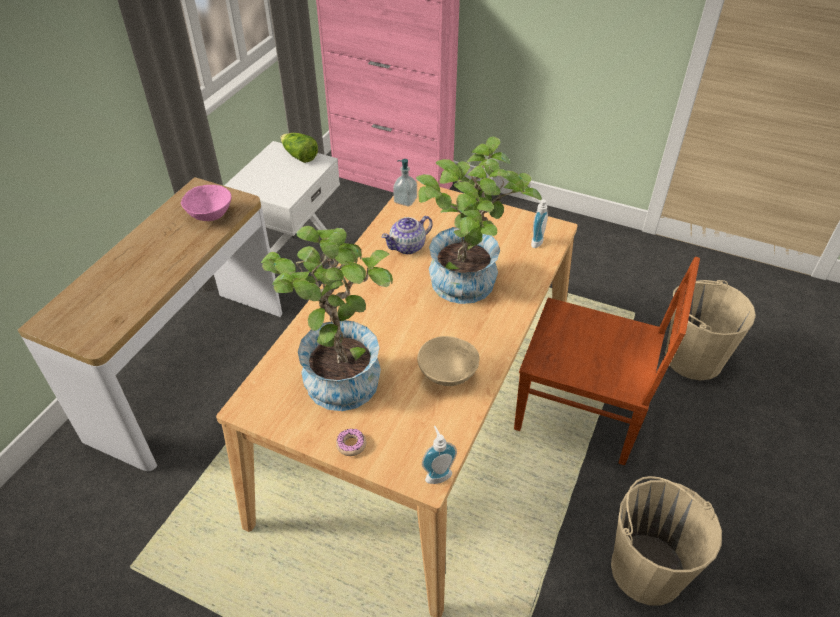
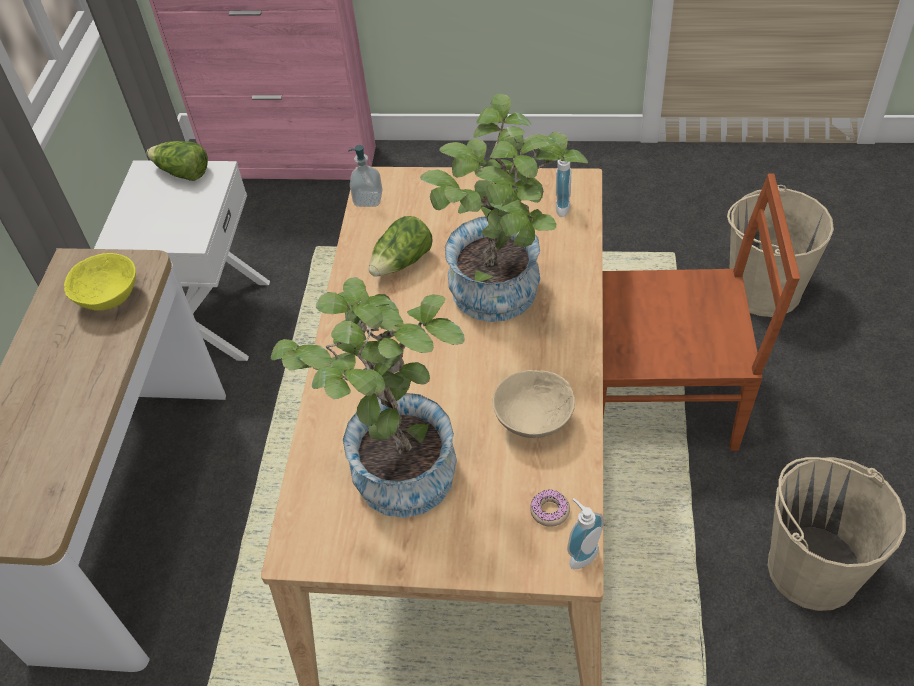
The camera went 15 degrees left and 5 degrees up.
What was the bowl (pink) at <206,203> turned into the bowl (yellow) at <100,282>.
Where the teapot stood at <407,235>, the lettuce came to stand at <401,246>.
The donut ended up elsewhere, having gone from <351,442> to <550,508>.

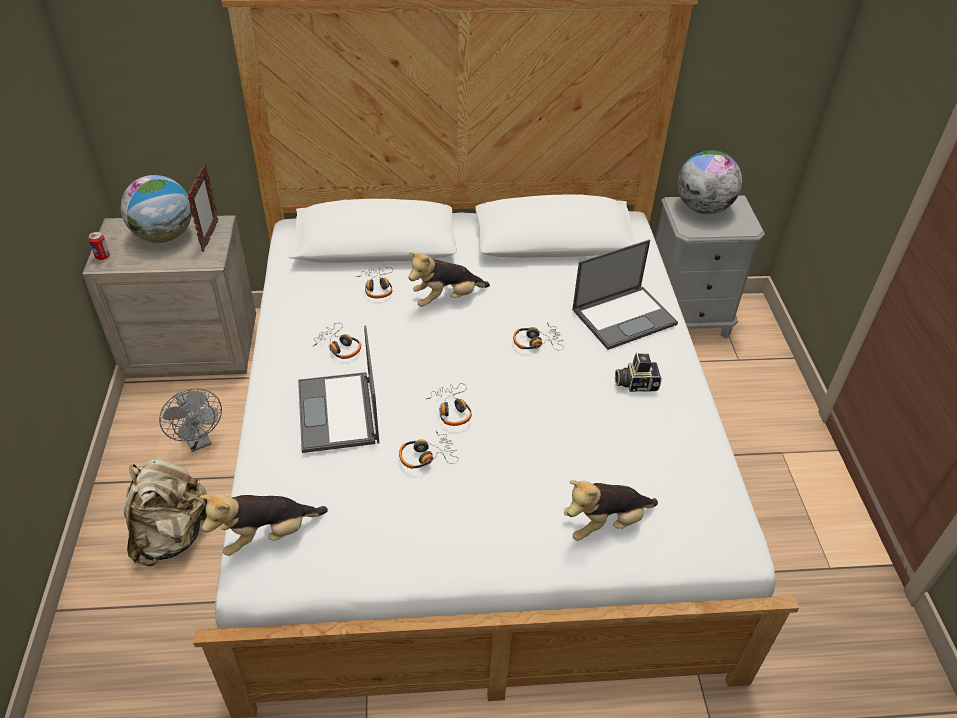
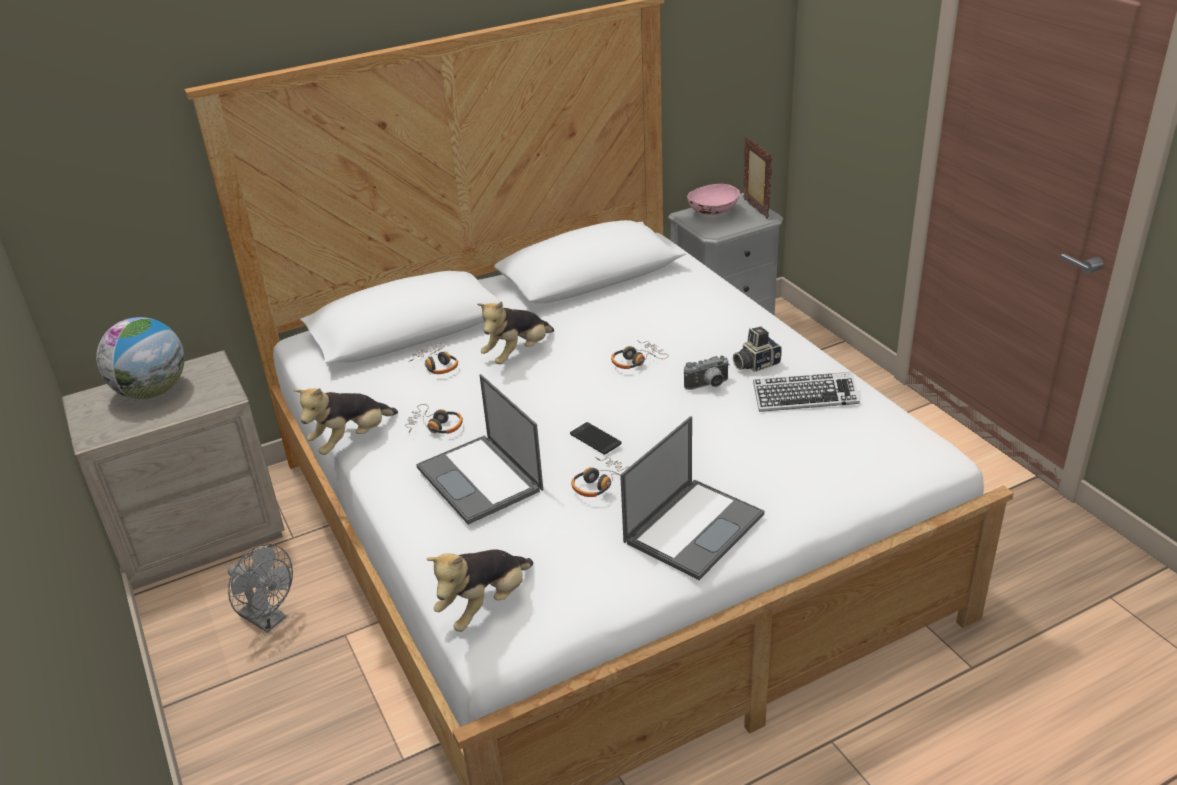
The camera went 20 degrees left and 10 degrees down.
The plush toy ended up elsewhere, having gone from <611,510> to <345,421>.
Where the headphones stood at <449,404>, the phone came to stand at <596,438>.
The laptop ended up elsewhere, having gone from <625,295> to <692,498>.
The second view gained the photo camera at <707,372>.
Where the globe stood at <709,182>, the bowl (pink) came to stand at <713,199>.
The picture frame ended up elsewhere, having gone from <202,207> to <757,177>.
The second view gained the keyboard at <806,392>.
The second view lost the can at <99,246>.
The second view lost the backpack (beige) at <165,512>.

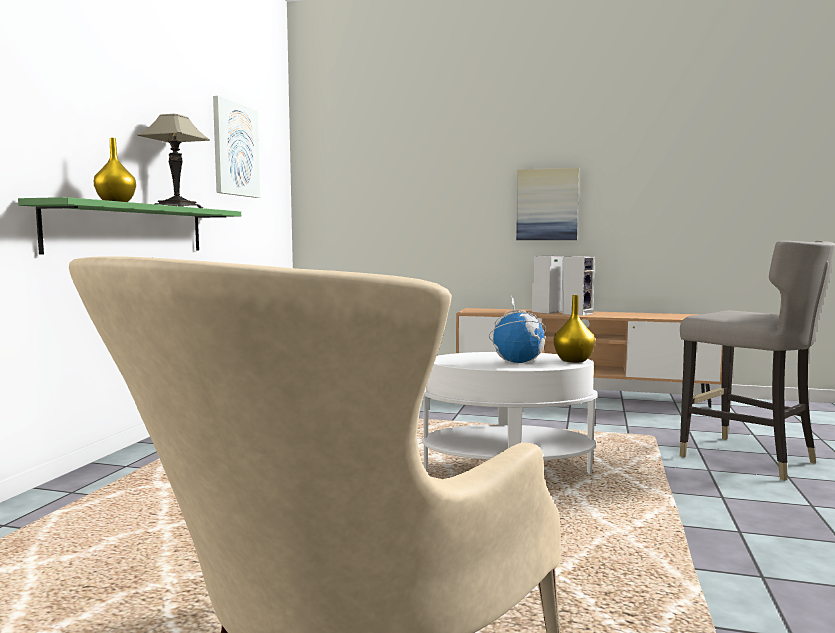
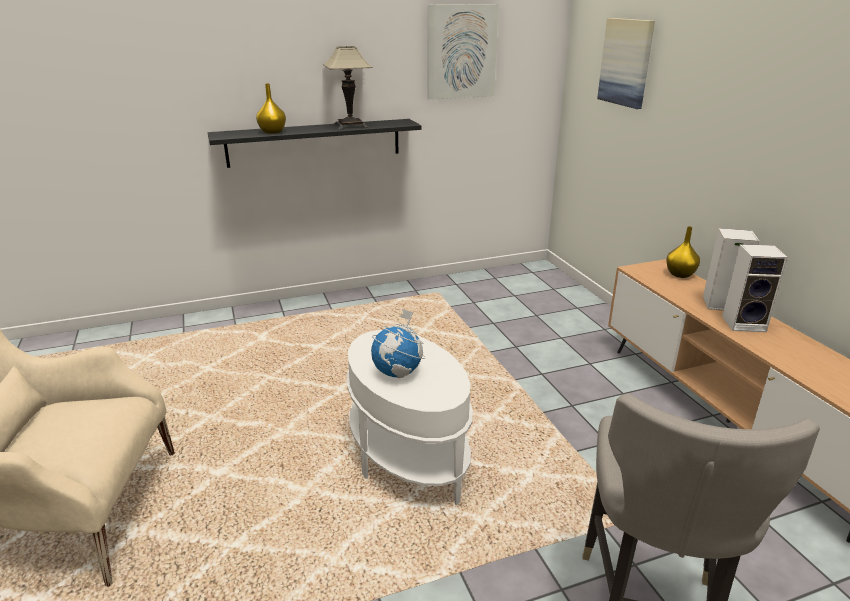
The camera went 55 degrees right and 20 degrees up.
What was the shelf (green) at <129,226> turned into the shelf (black) at <314,143>.
The picture ended up elsewhere, having gone from <547,204> to <626,63>.
The vase (yellow) ended up elsewhere, having gone from <574,329> to <683,252>.

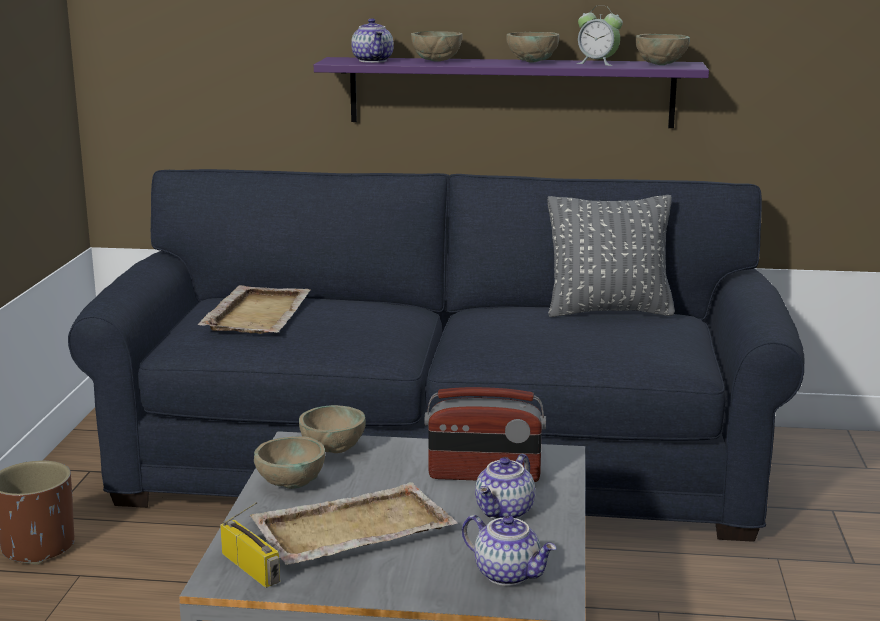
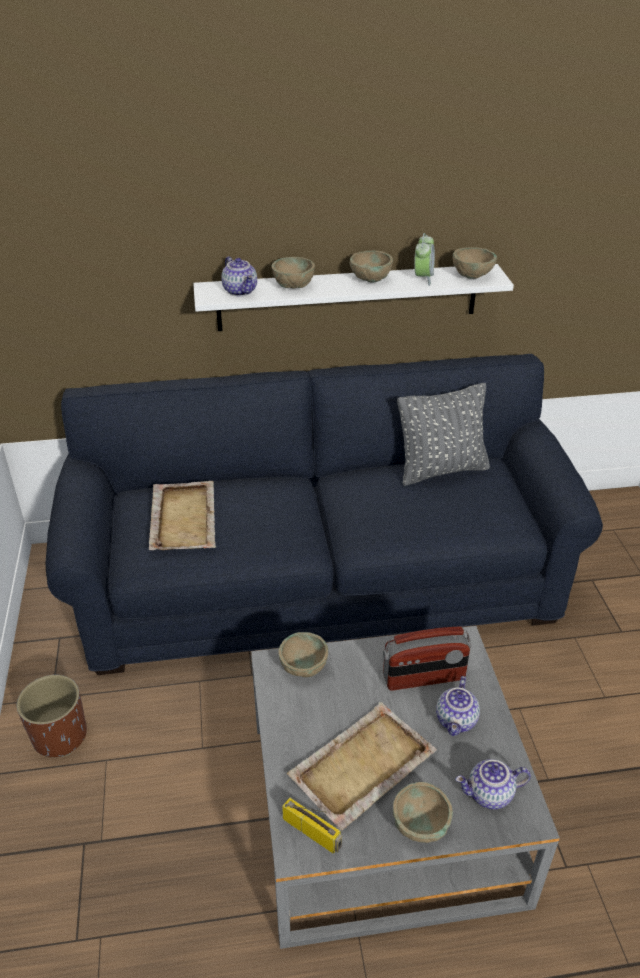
The camera went 15 degrees left and 20 degrees up.
What was the shelf (purple) at <511,92> turned into the shelf (white) at <353,297>.
The bowl (beige) ended up elsewhere, having gone from <289,462> to <423,812>.
The alarm clock at <599,35> ended up facing another way, 90 degrees counterclockwise from before.
The teapot at <509,550> ended up facing another way, 150 degrees clockwise from before.

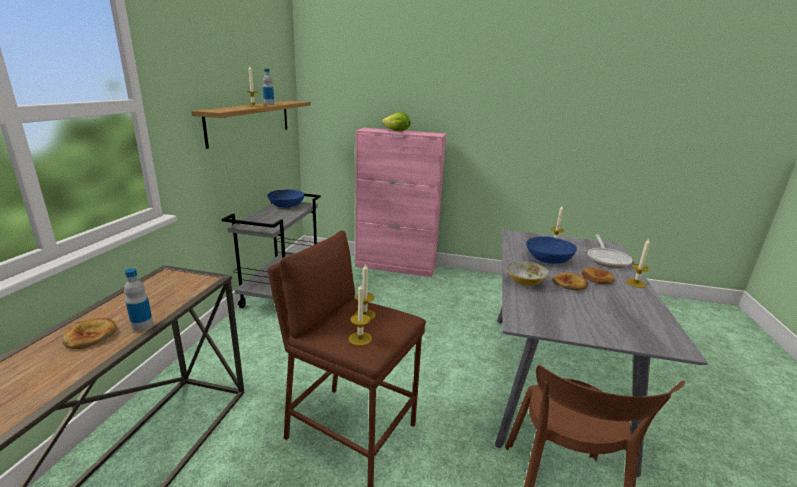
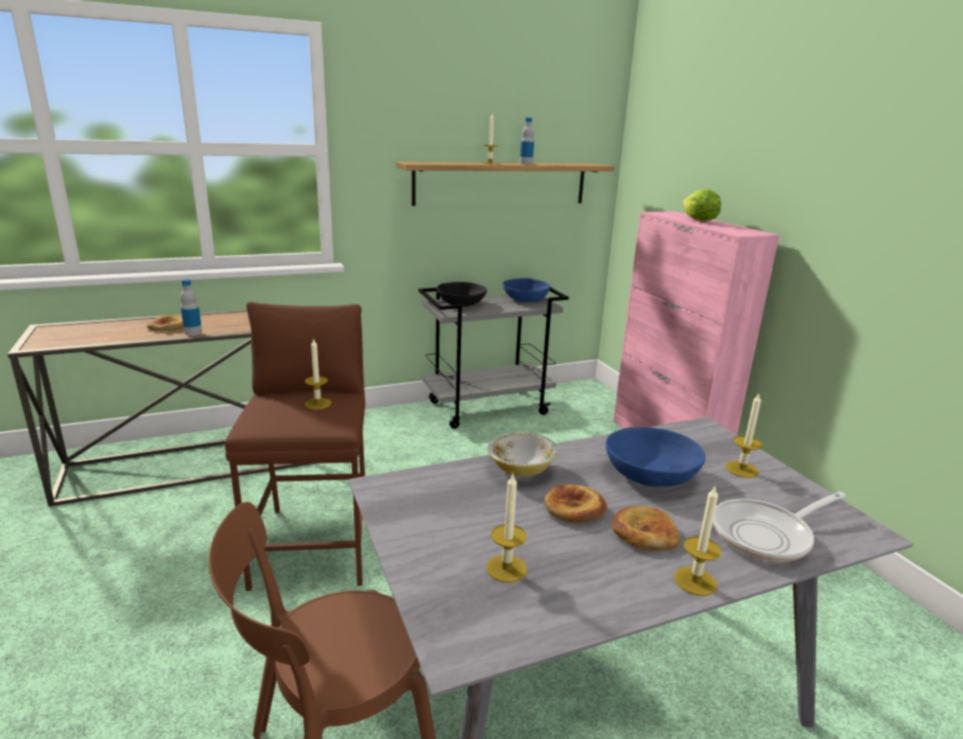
The camera went 55 degrees right and 0 degrees up.
The second view gained the bowl (black) at <462,294>.
The candle ended up elsewhere, having gone from <360,315> to <506,528>.

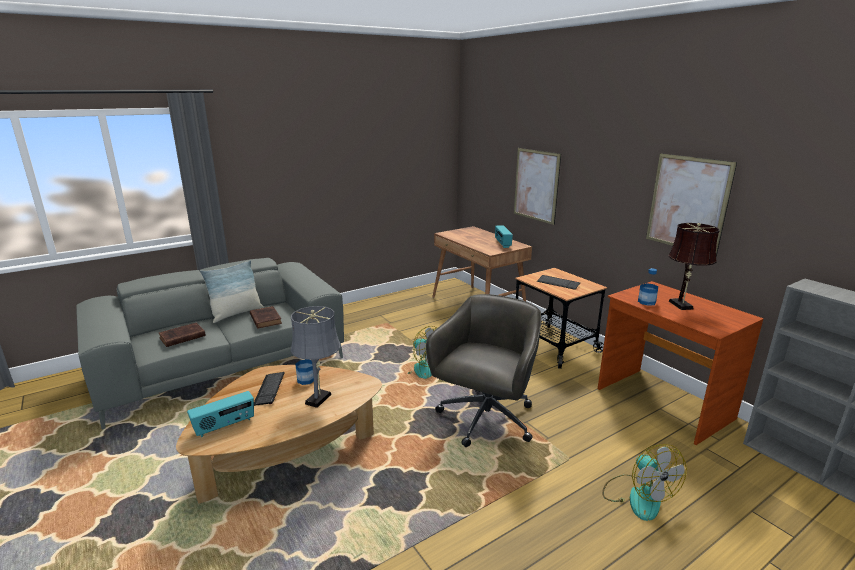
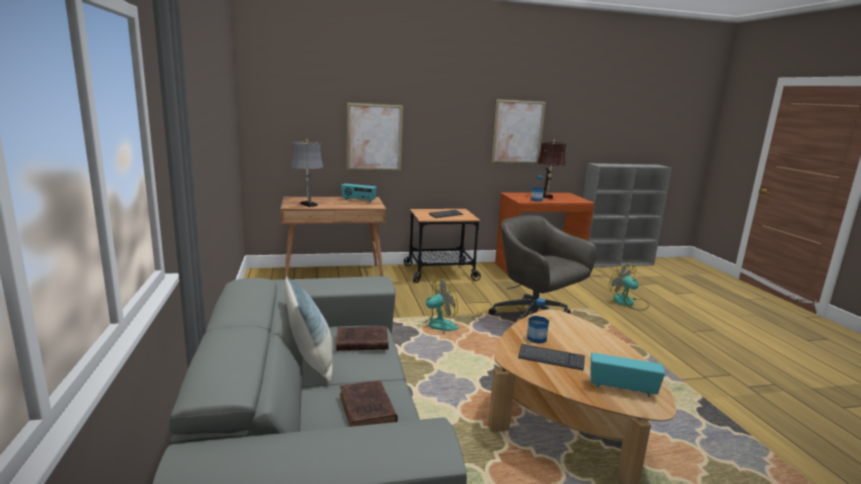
The camera went 70 degrees left and 5 degrees down.
The table lamp (grey) ended up elsewhere, having gone from <315,357> to <307,173>.
The radio at <220,414> ended up facing another way, 60 degrees counterclockwise from before.
The fan at <644,482> ended up facing another way, 135 degrees counterclockwise from before.

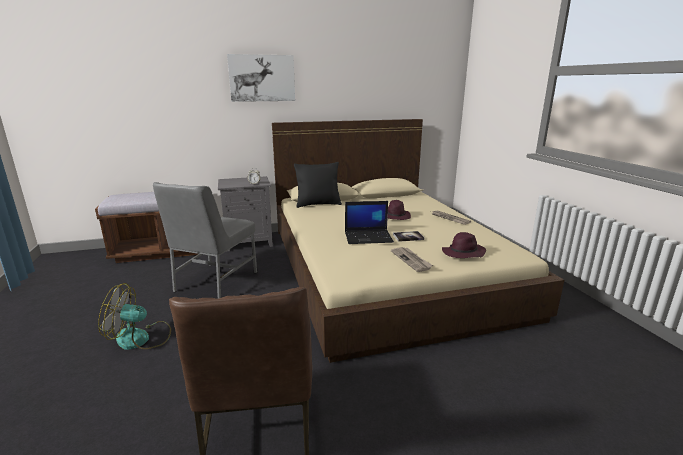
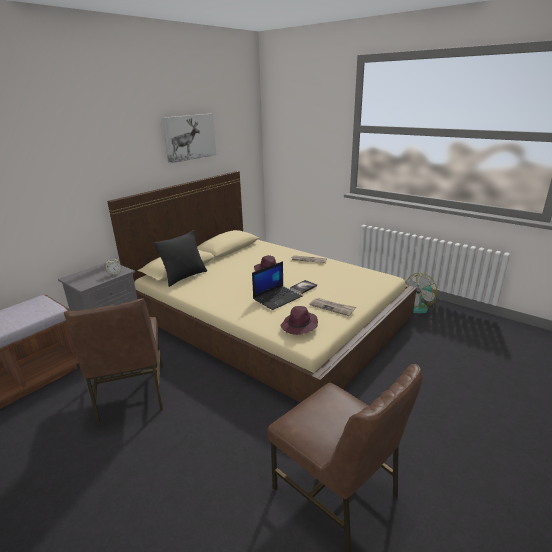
The camera went 35 degrees left and 5 degrees up.
What was the chair (grey) at <205,240> turned into the chair (brown) at <113,361>.
The picture ended up elsewhere, having gone from <261,78> to <189,138>.
The hat (purple) ended up elsewhere, having gone from <464,245> to <299,320>.
The fan ended up elsewhere, having gone from <134,316> to <421,293>.

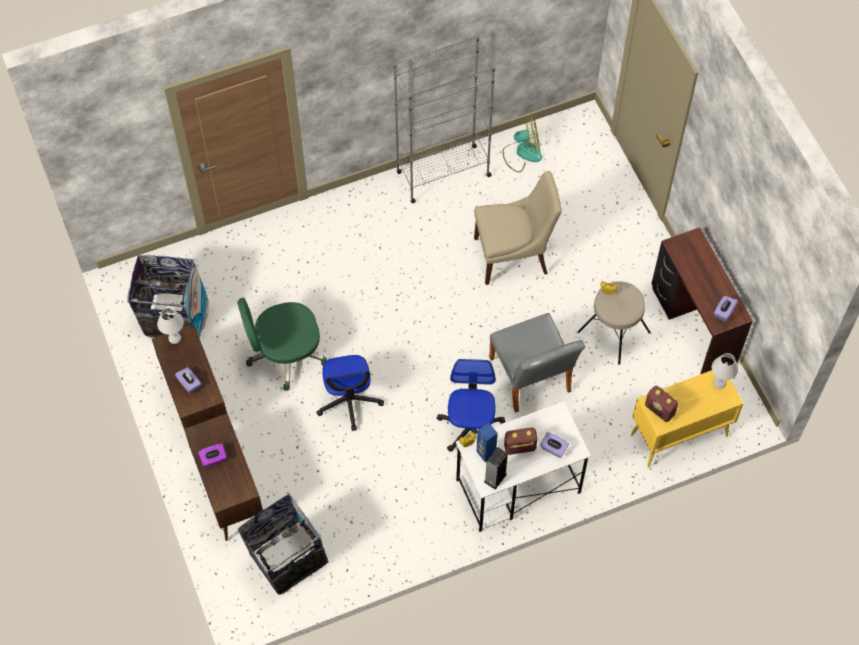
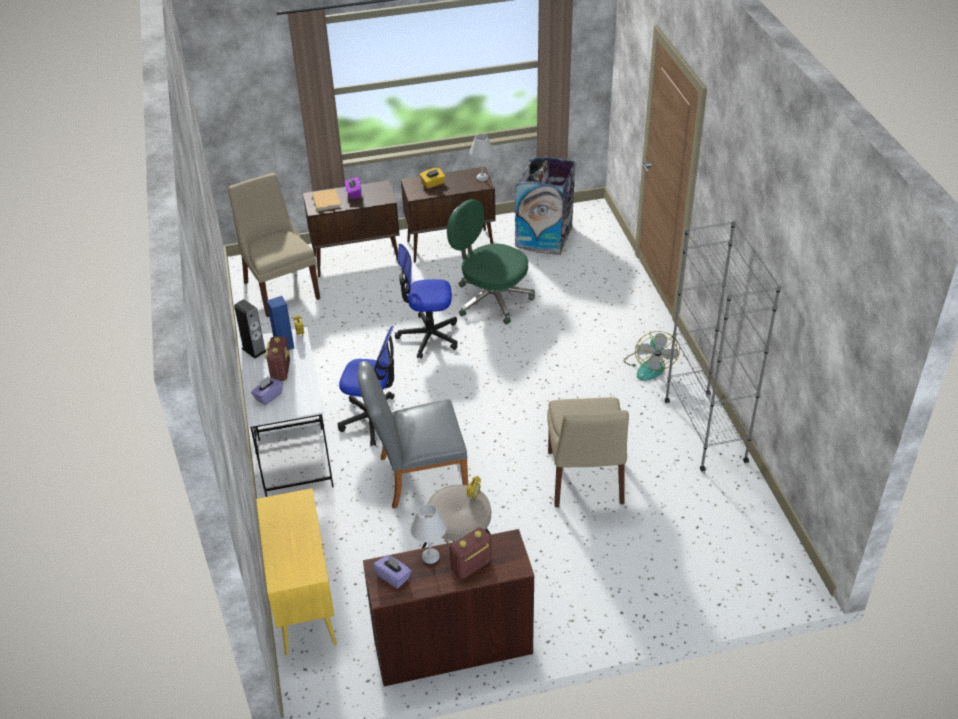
The camera went 100 degrees right and 20 degrees down.
Where the trash can stood at <283,544>, the chair (beige) came to stand at <274,245>.
The second view gained the book (beige) at <326,200>.
The table lamp (white) ended up elsewhere, having gone from <725,371> to <428,534>.
What was the tissue box (purple) at <188,380> turned into the tissue box (yellow) at <432,178>.
The office chair (green) at <282,344> ended up facing another way, 45 degrees counterclockwise from before.
The radio ended up elsewhere, having gone from <661,404> to <471,553>.
The fan ended up elsewhere, having gone from <522,143> to <652,356>.

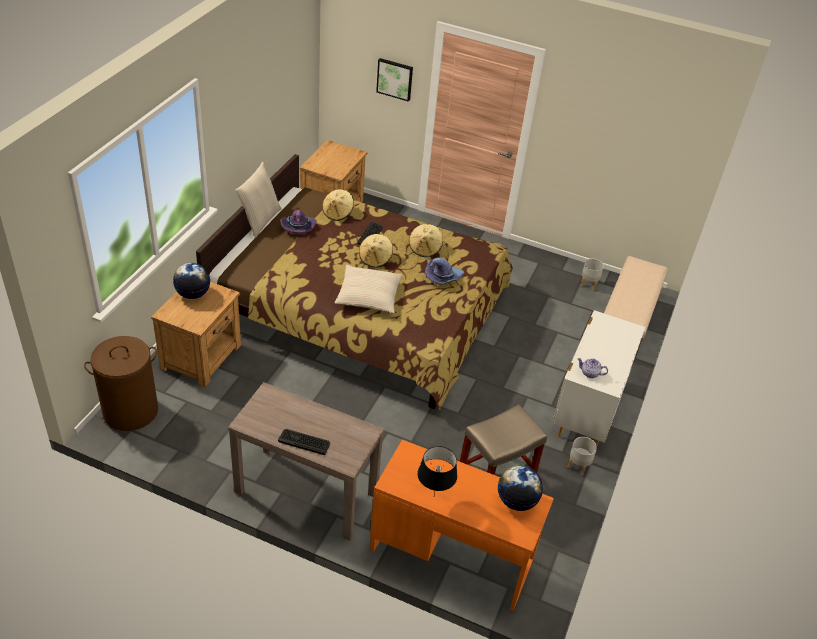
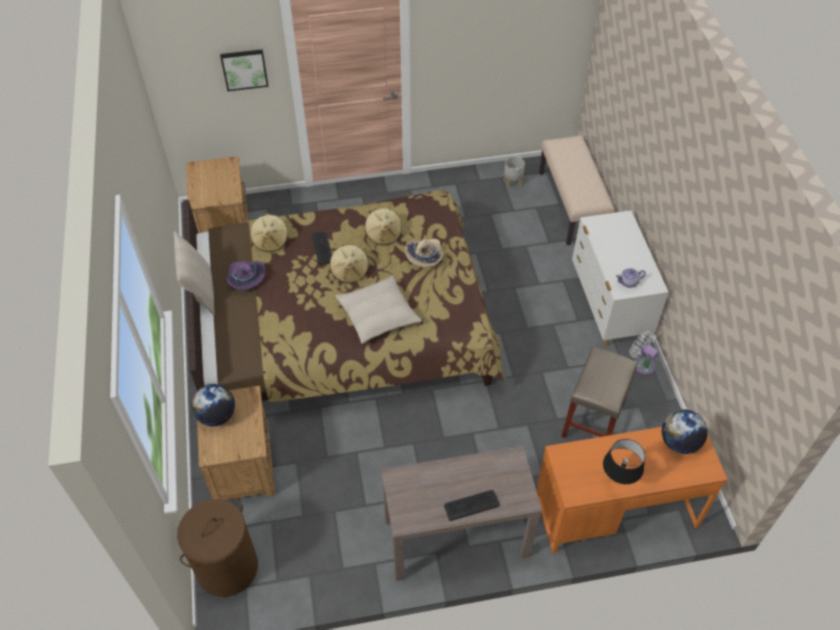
The camera went 30 degrees left and 10 degrees up.
What was the hat (purple) at <444,271> turned into the hat (beige) at <424,253>.
Where the planter (grey) stood at <582,456>, the fan (white) came to stand at <644,354>.

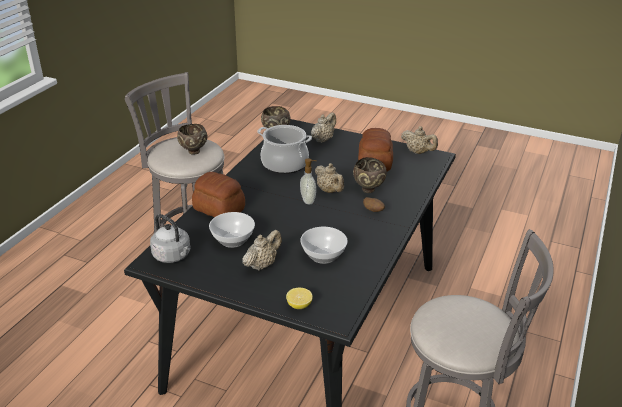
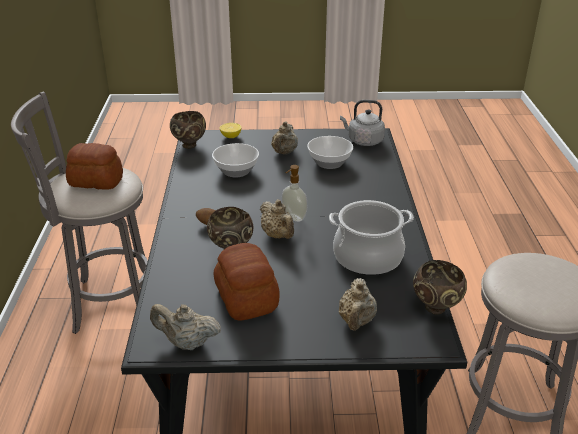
The camera went 155 degrees right and 0 degrees up.
The bread ended up elsewhere, having gone from <218,195> to <94,166>.
The bowl (brown) ended up elsewhere, having gone from <192,139> to <188,130>.
The teapot (beige) at <329,178> ended up facing another way, 150 degrees counterclockwise from before.

